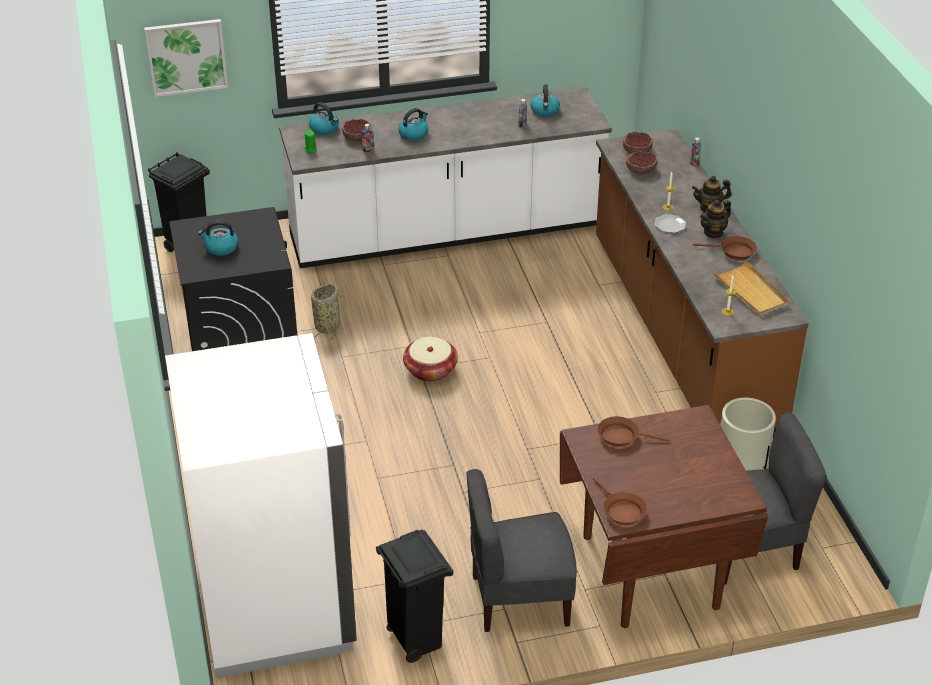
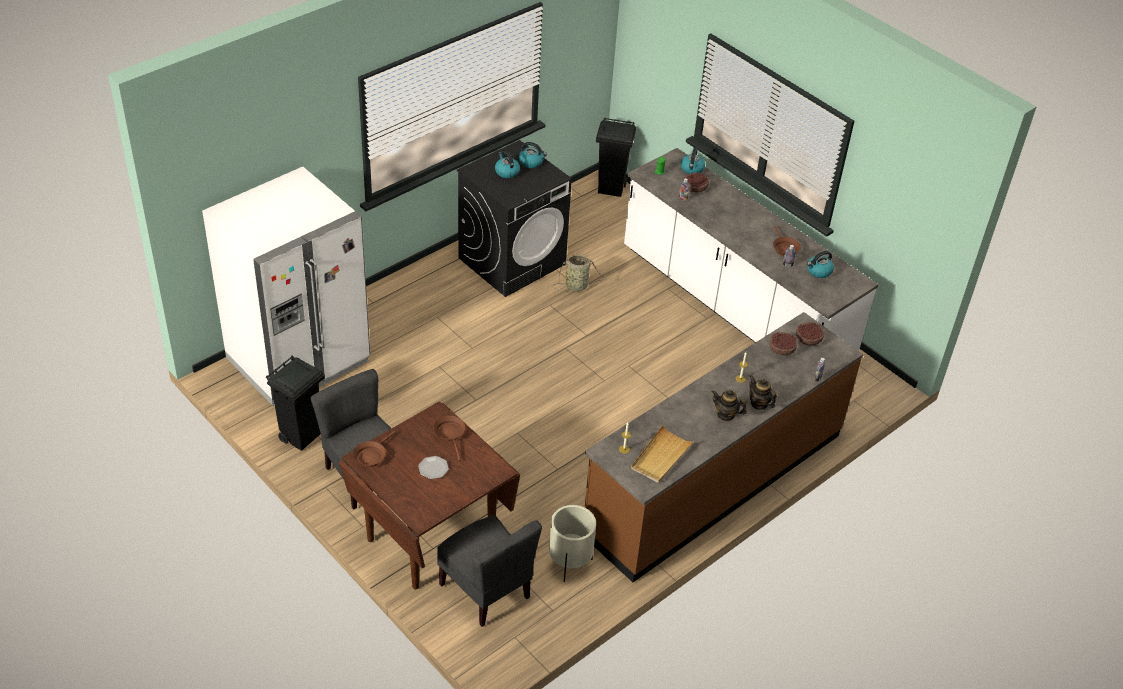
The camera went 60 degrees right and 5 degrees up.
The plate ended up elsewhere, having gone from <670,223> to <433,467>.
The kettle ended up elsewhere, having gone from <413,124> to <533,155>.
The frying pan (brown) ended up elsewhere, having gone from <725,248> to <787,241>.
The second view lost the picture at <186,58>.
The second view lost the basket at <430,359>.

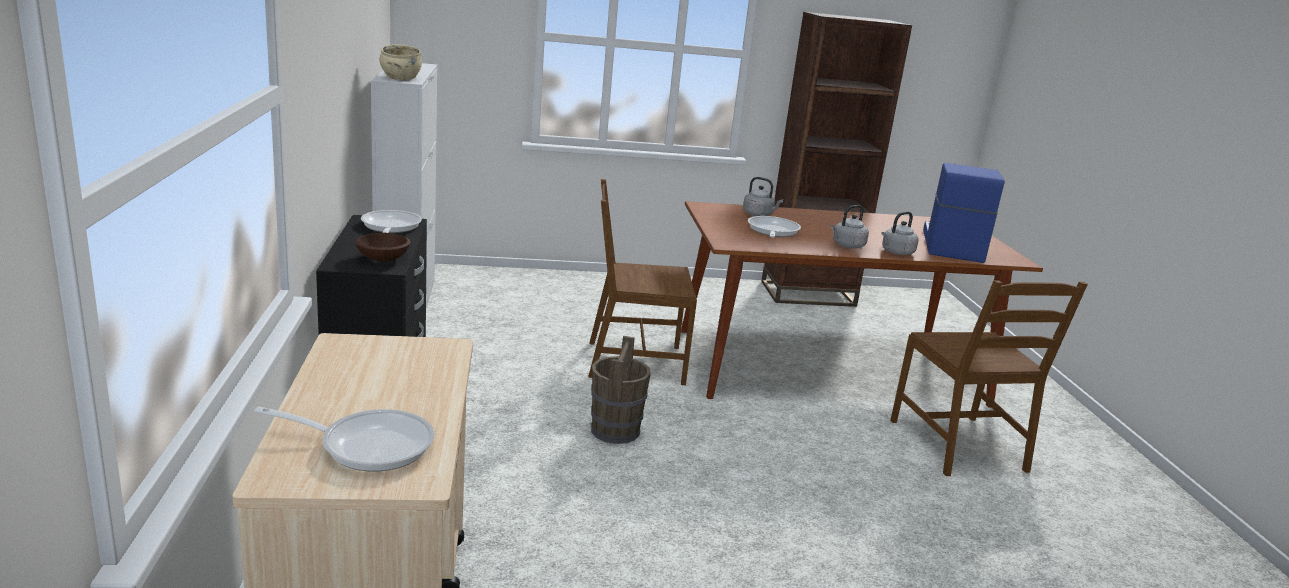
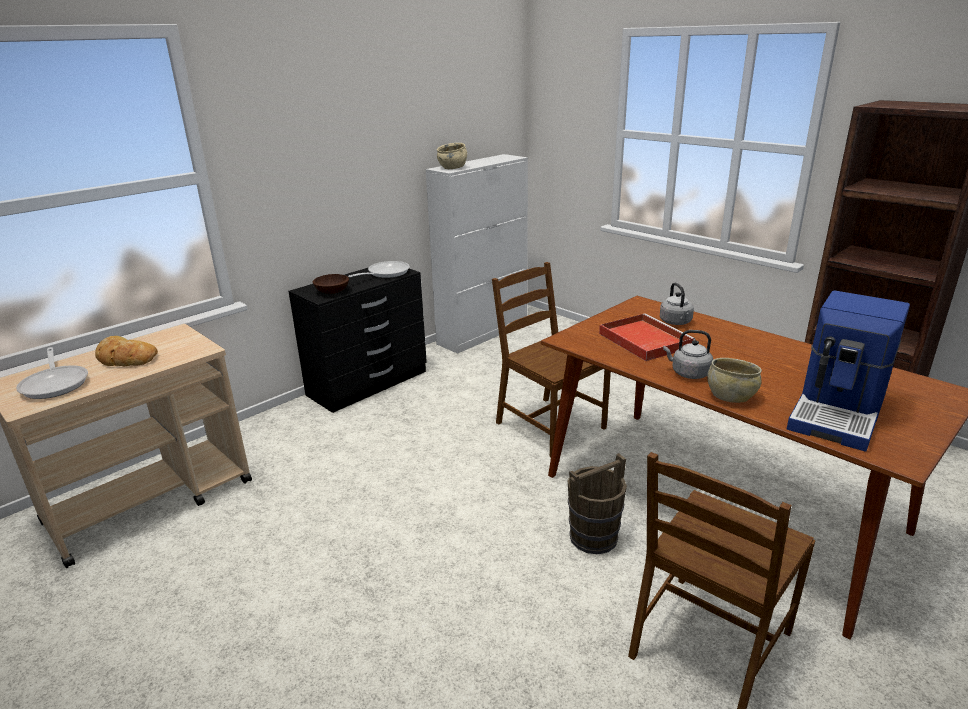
The camera went 55 degrees right and 5 degrees up.
The second view gained the bread at <126,351>.
The bucket (brown) ended up elsewhere, having gone from <621,390> to <597,503>.
Where the frying pan stood at <774,227>, the tray (red) came to stand at <647,337>.
Where the kettle (grey) stood at <900,233>, the bowl (beige) came to stand at <734,380>.
The coffee machine at <964,213> ended up facing another way, 150 degrees clockwise from before.

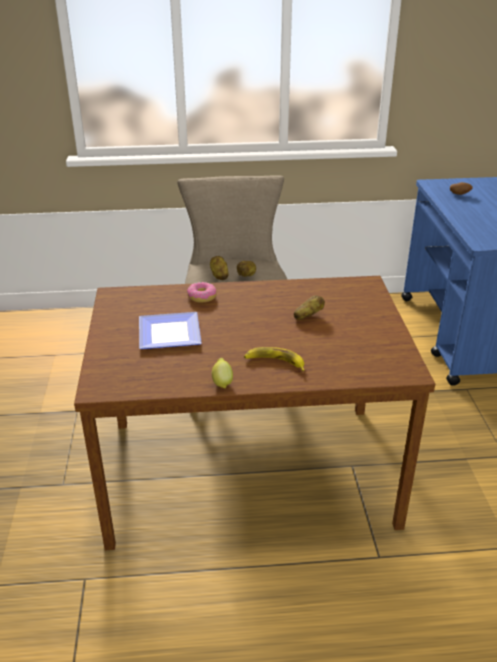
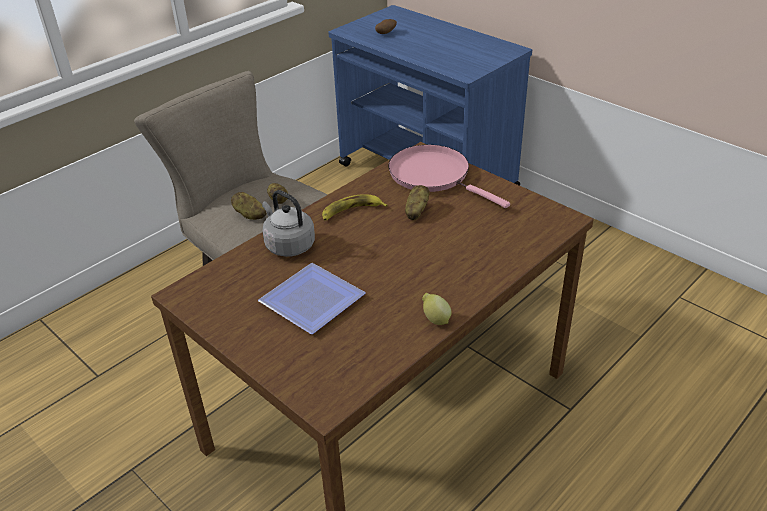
The camera went 40 degrees left and 5 degrees up.
Where the donut stood at <201,292>, the kettle (grey) came to stand at <288,223>.
The banana ended up elsewhere, having gone from <274,359> to <354,207>.
The second view gained the frying pan (pink) at <449,176>.

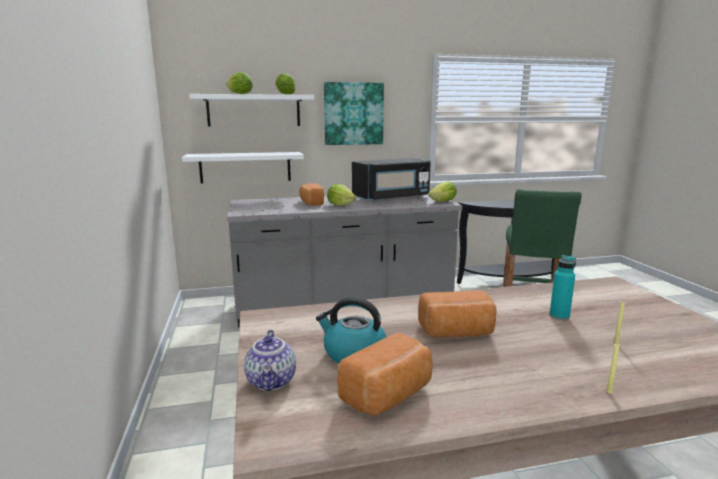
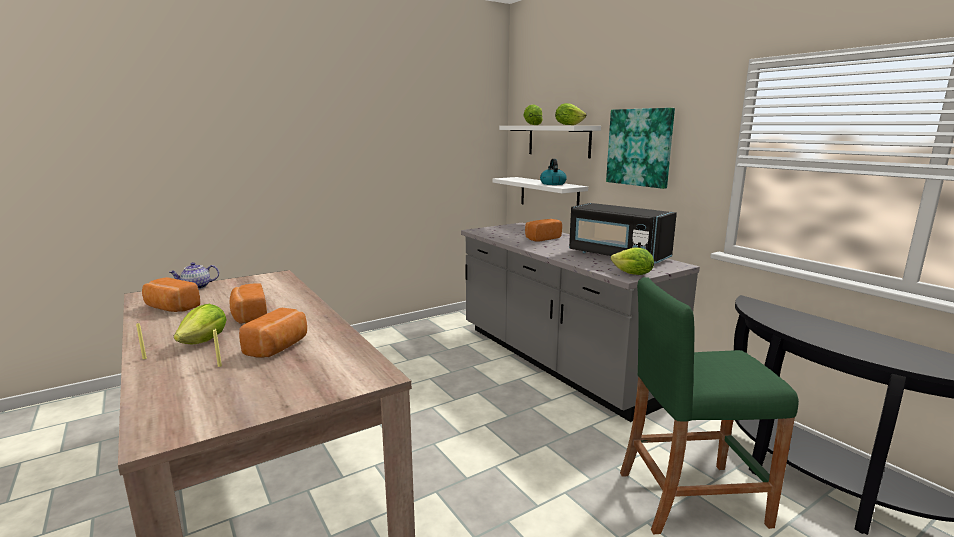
The camera went 70 degrees right and 0 degrees up.
The lettuce ended up elsewhere, having gone from <342,195> to <200,324>.
Where the bottle (turquoise) stood at <562,287>, the bread came to stand at <273,332>.
The kettle ended up elsewhere, having gone from <351,330> to <553,172>.

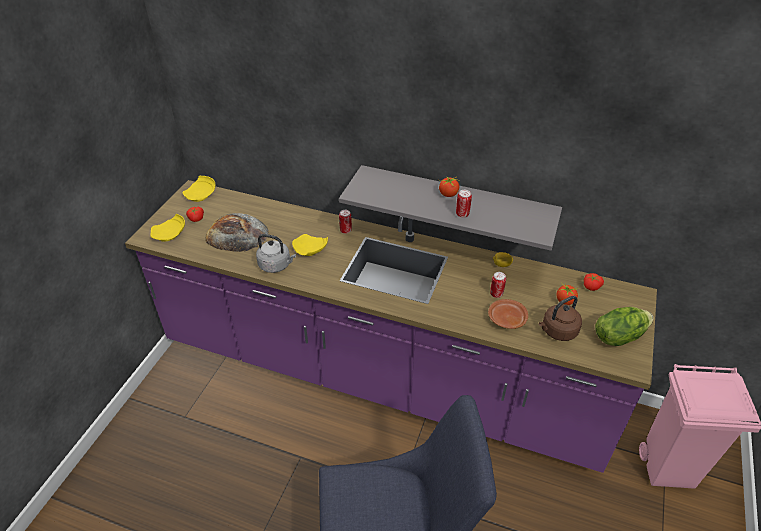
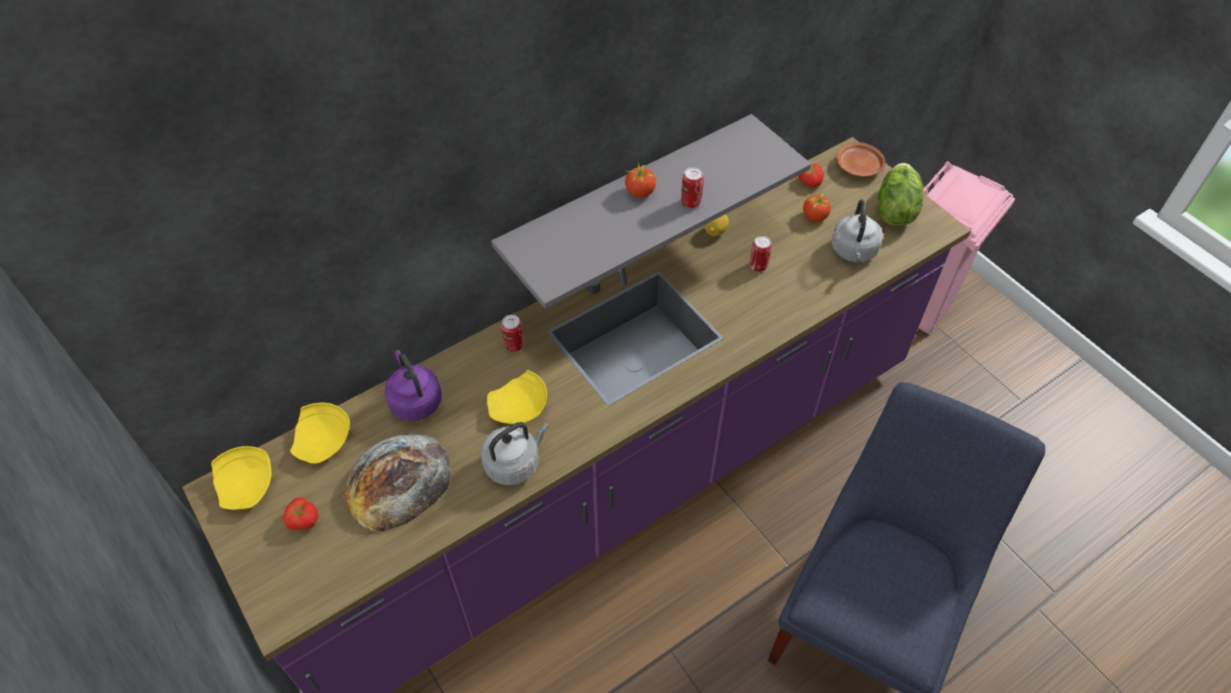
The camera went 55 degrees left and 10 degrees up.
The plate (yellow) ended up elsewhere, having gone from <167,227> to <320,433>.
The second view gained the kettle (purple) at <413,385>.
What was the kettle (brown) at <560,318> turned into the kettle (grey) at <857,231>.
The plate (brown) ended up elsewhere, having gone from <508,314> to <861,159>.

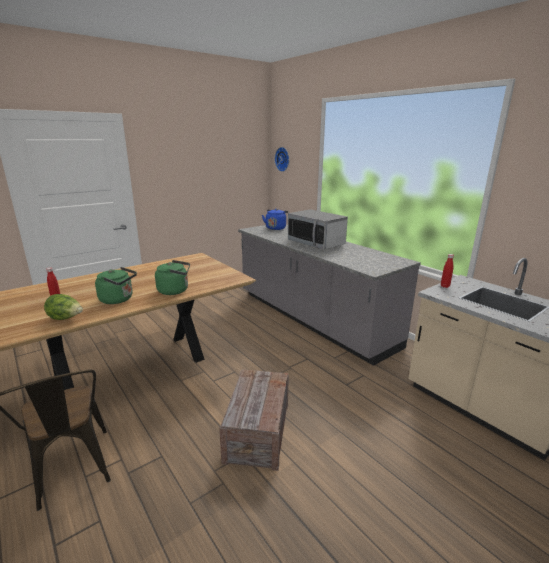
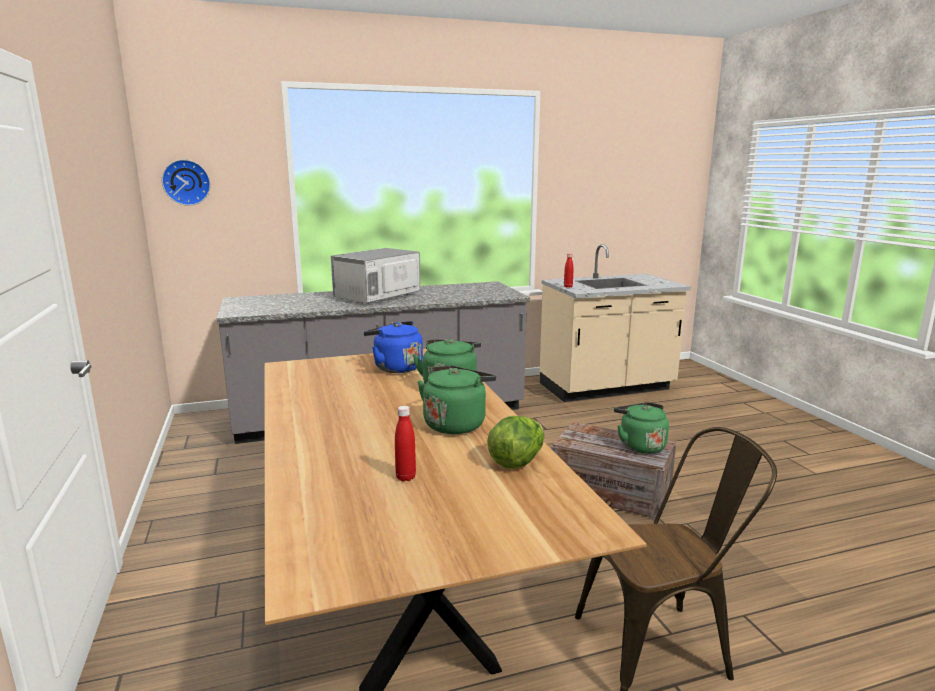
The camera went 70 degrees left and 5 degrees down.
The microwave at <318,229> ended up facing another way, 150 degrees clockwise from before.
The kettle (blue) ended up elsewhere, having gone from <275,219> to <393,347>.
The second view gained the kettle (green) at <641,428>.

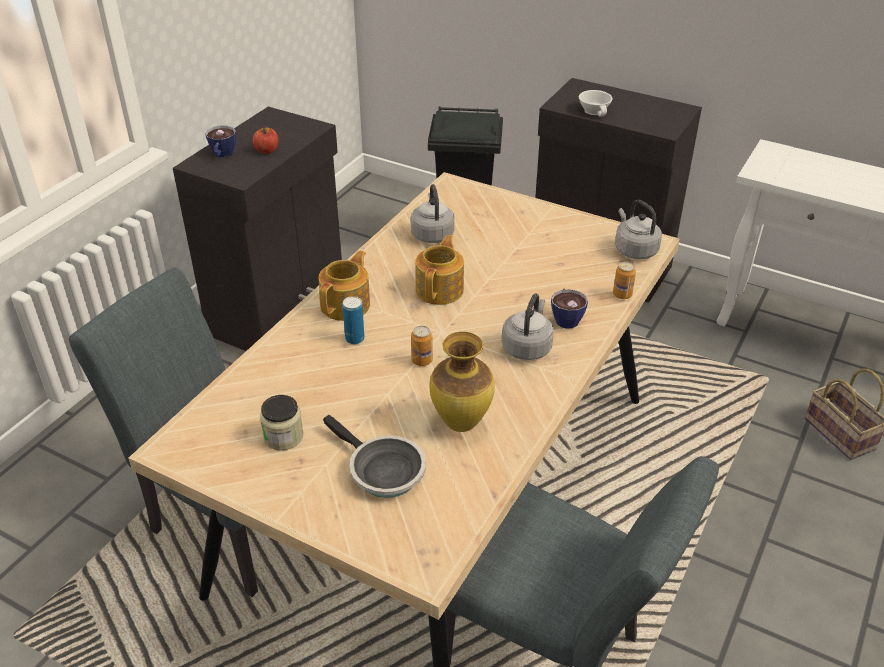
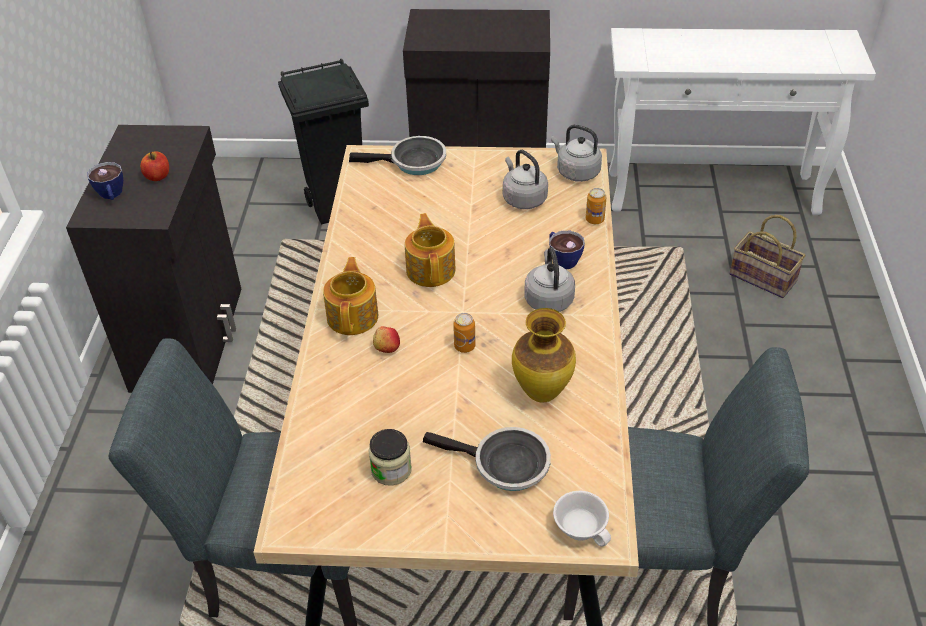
The camera went 25 degrees left and 5 degrees up.
The second view gained the frying pan at <397,155>.
Where the can stood at <354,320>, the apple came to stand at <386,339>.
The kettle (grey) ended up elsewhere, having gone from <432,213> to <525,179>.
The cup (white) ended up elsewhere, having gone from <596,103> to <582,519>.

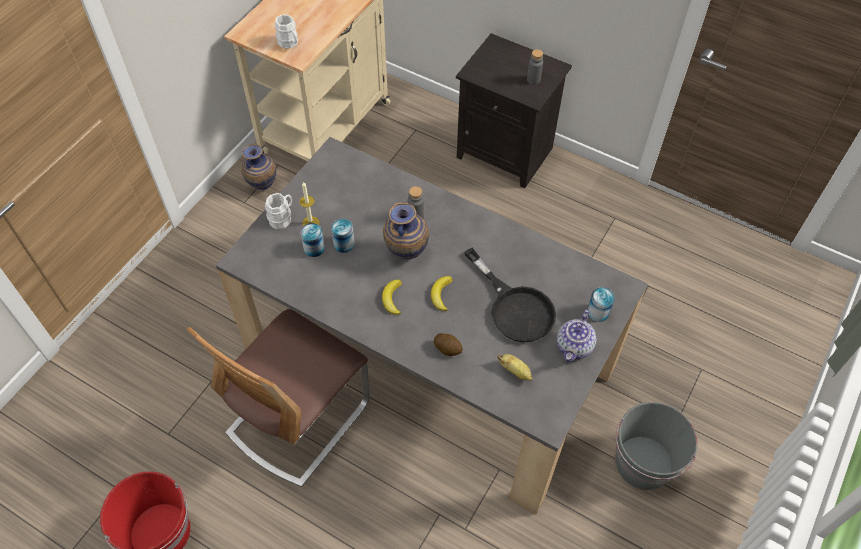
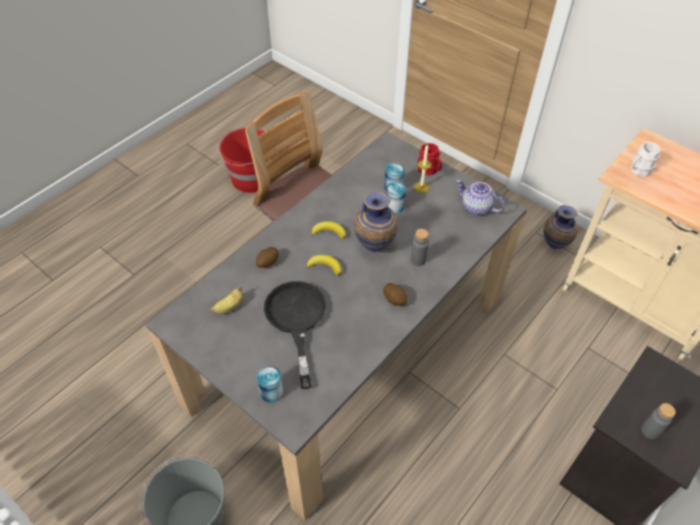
The camera went 100 degrees right and 5 degrees down.
The frying pan (black) at <510,295> ended up facing another way, 105 degrees clockwise from before.
The second view gained the potato at <395,294>.
What was the mug (white) at <278,211> turned into the mug (red) at <430,159>.
The teapot ended up elsewhere, having gone from <576,335> to <480,197>.

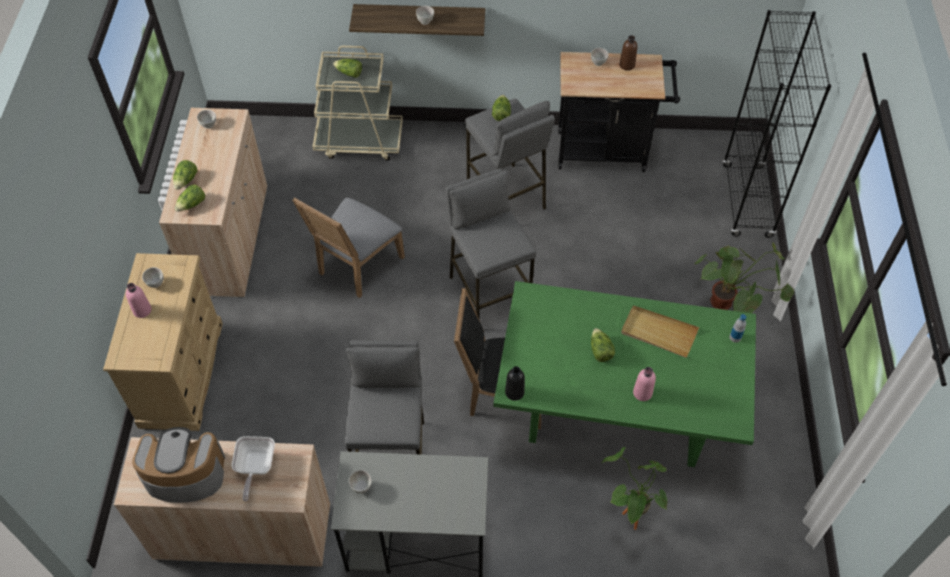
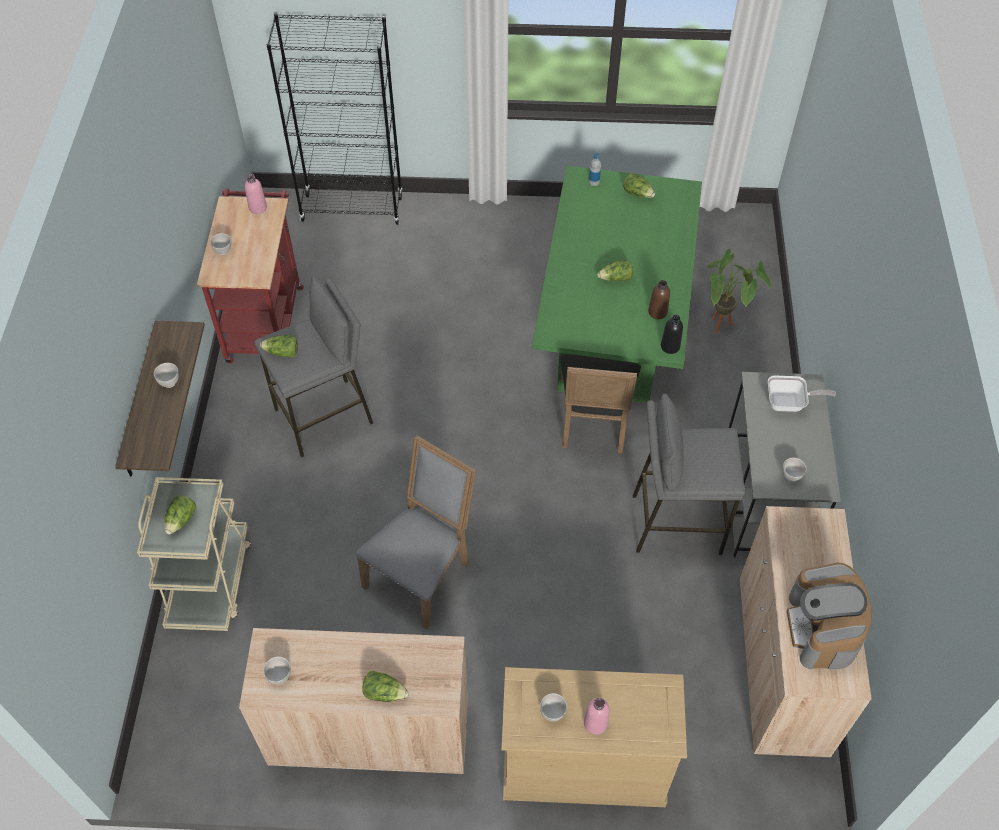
The camera went 90 degrees left and 0 degrees up.
What was the cart (black) at <619,112> turned into the cart (red) at <250,276>.
The bottle (pink) ended up elsewhere, having gone from <644,384> to <256,194>.
The chair (grey) at <348,247> ended up facing another way, 90 degrees counterclockwise from before.
The lettuce ended up elsewhere, having gone from <190,198> to <639,185>.
The bottle (brown) ended up elsewhere, having gone from <628,53> to <659,299>.
The frying pan ended up elsewhere, having gone from <253,468> to <802,394>.
The second view lost the stool (grey) at <491,243>.
The second view lost the tray (beige) at <660,332>.
The second view lost the potted plant at <744,277>.

